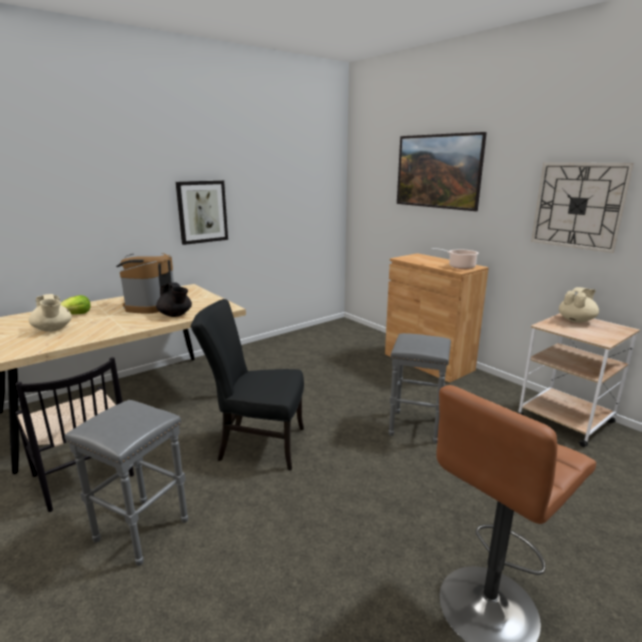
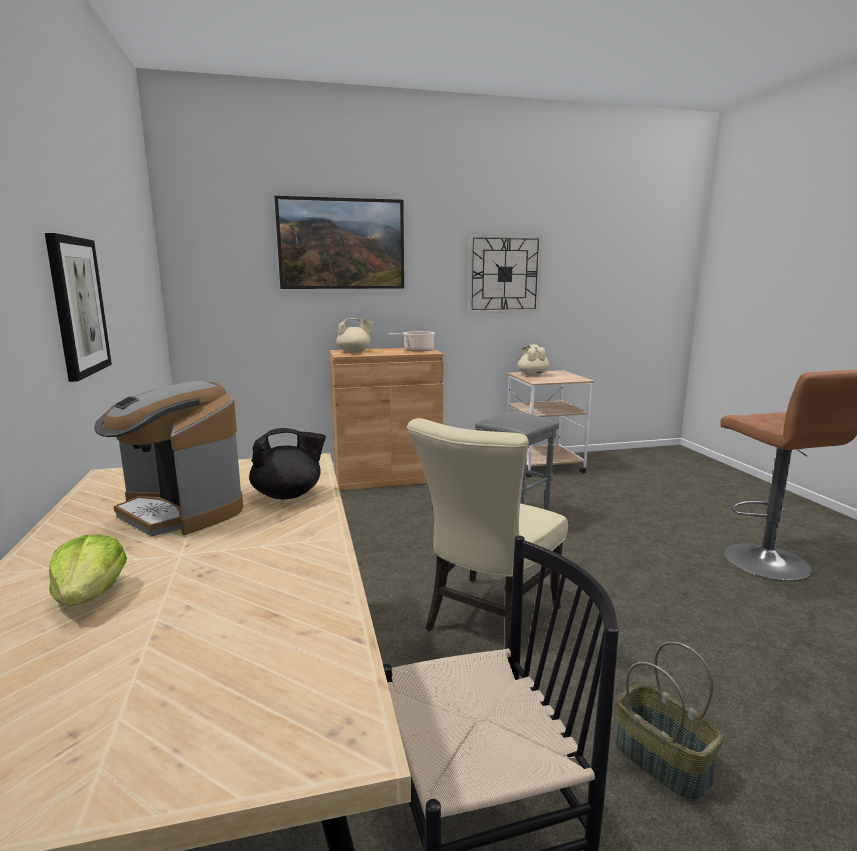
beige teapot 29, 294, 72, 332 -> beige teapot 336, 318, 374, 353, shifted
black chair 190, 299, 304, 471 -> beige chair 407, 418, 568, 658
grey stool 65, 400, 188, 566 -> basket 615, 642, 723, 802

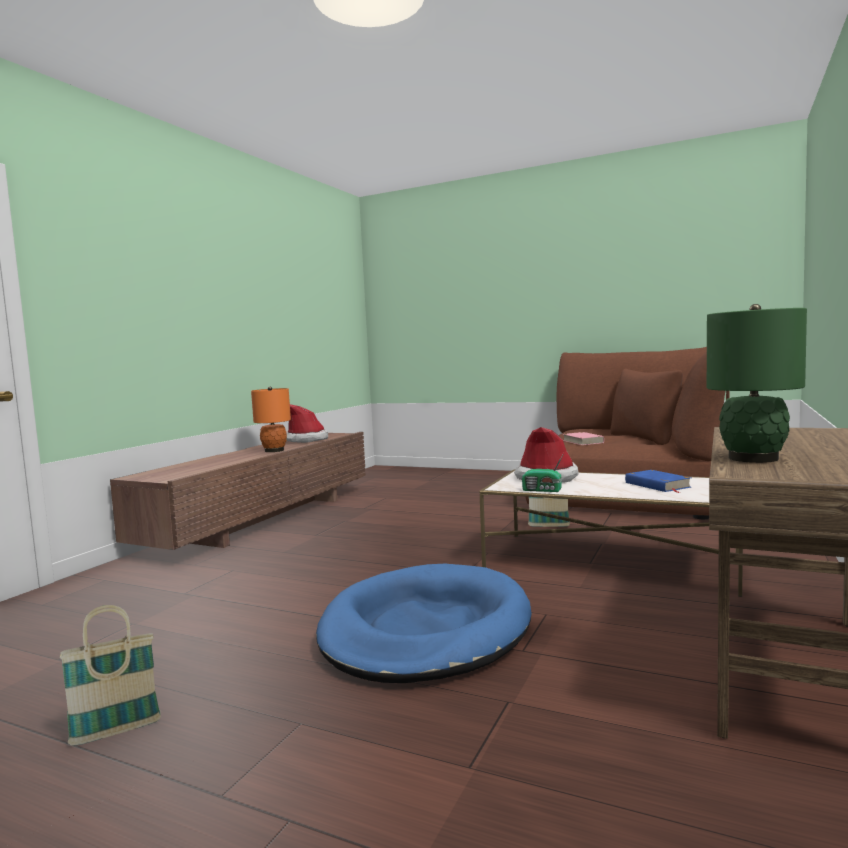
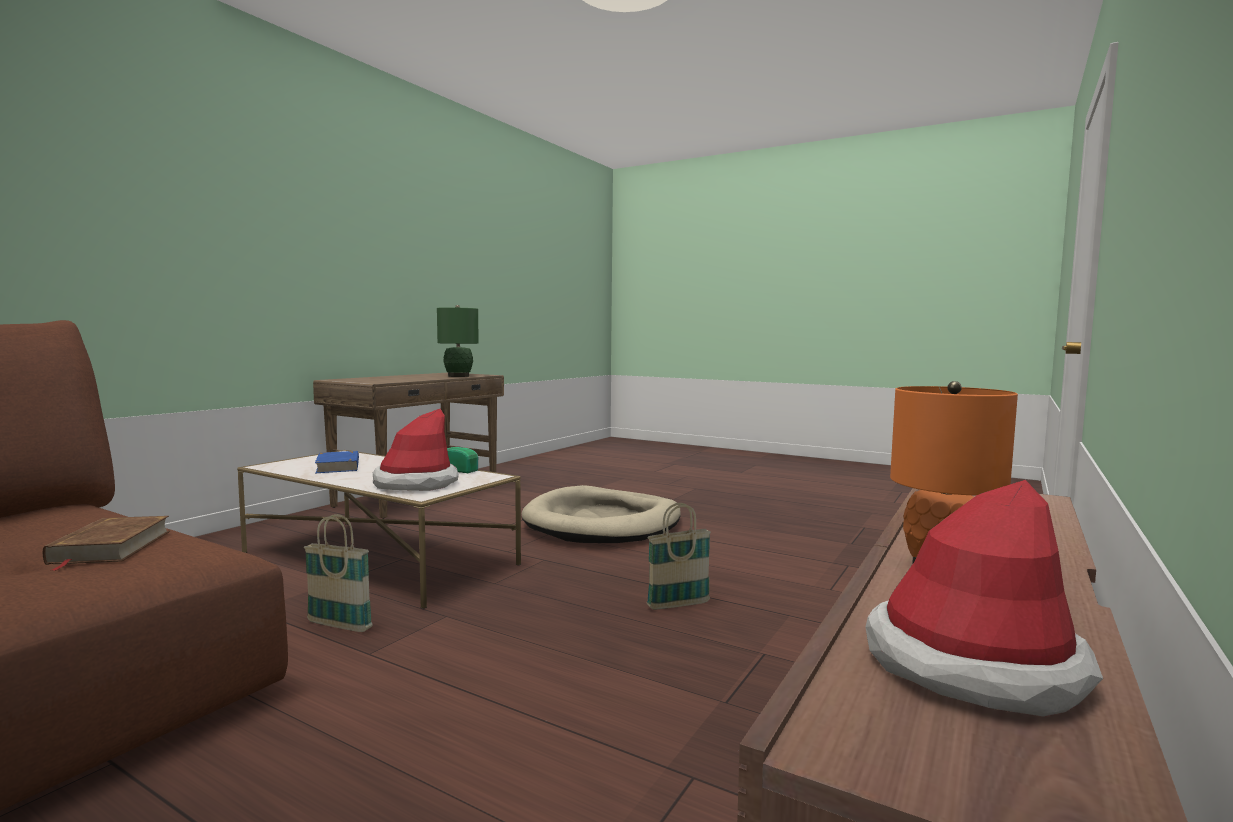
pink book 563, 432, 604, 445 -> brown book 43, 516, 170, 571
blue dog bed 316, 564, 532, 683 -> beige dog bed 521, 485, 681, 543
basket 60, 605, 161, 745 -> basket 647, 503, 711, 609, shifted

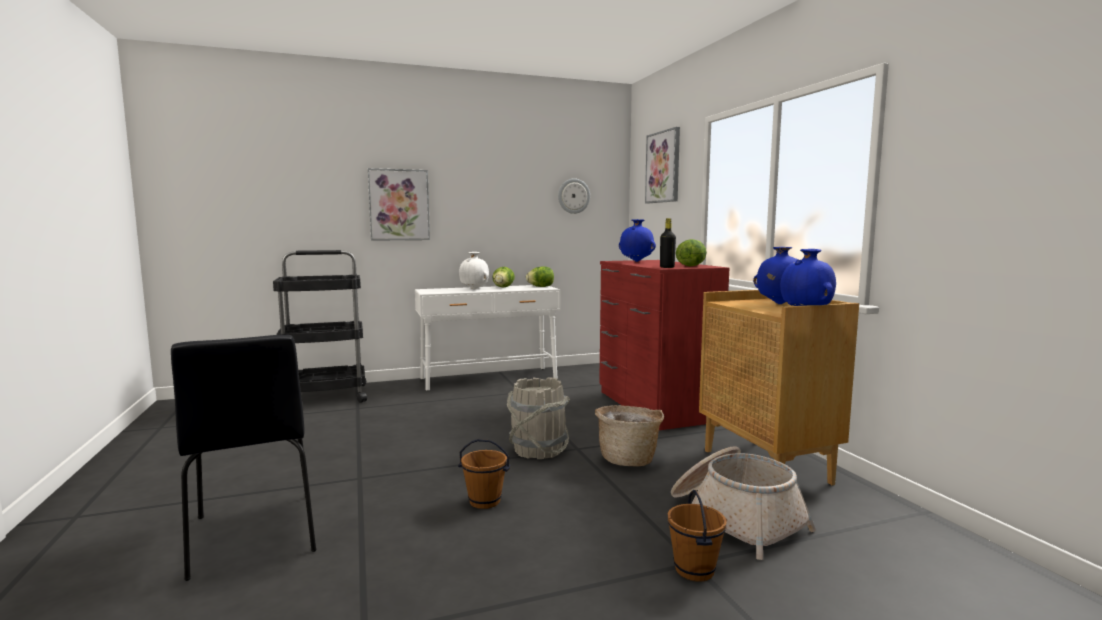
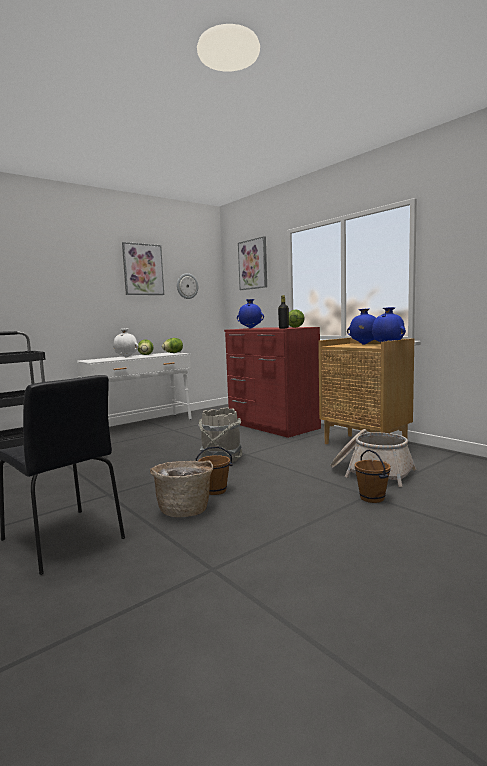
picture 368, 168, 430, 241 -> picture 122, 242, 164, 295, shifted
basket 595, 405, 664, 467 -> basket 150, 460, 213, 517, shifted

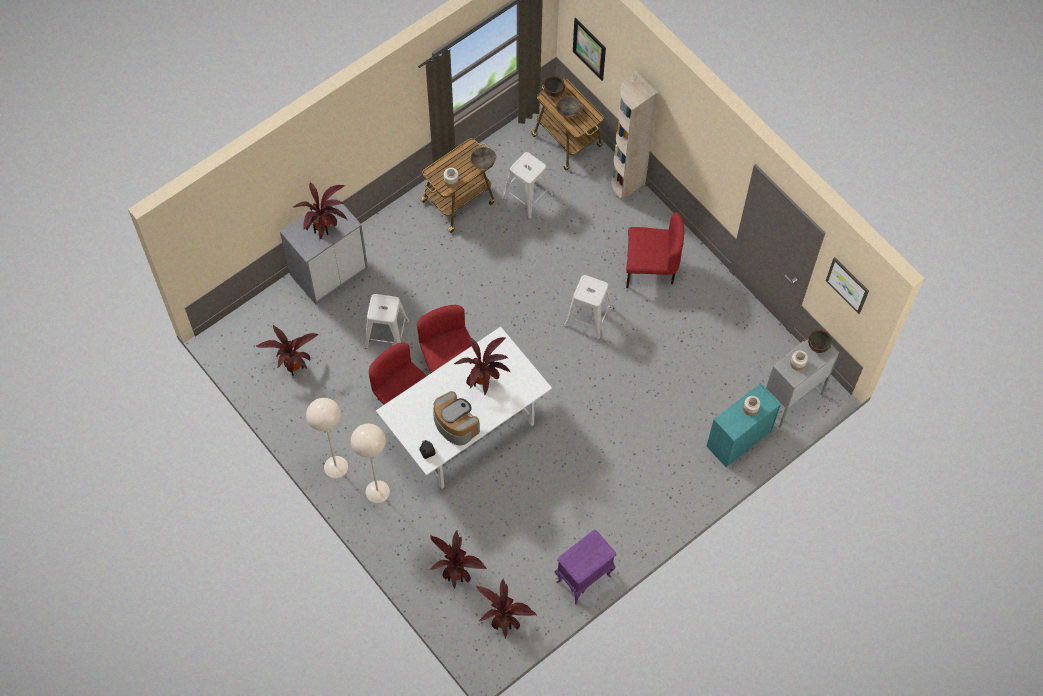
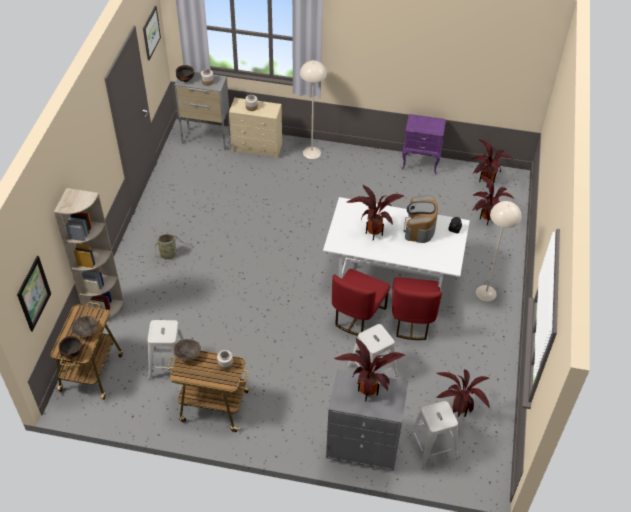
red chair 626, 213, 684, 288 -> basket 152, 234, 191, 264
white stool 564, 275, 613, 339 -> white stool 407, 401, 458, 469, shifted
turquoise dresser 707, 383, 781, 468 -> beige dresser 229, 97, 282, 159
beige floor lamp 306, 398, 348, 478 -> beige floor lamp 300, 60, 327, 159, shifted

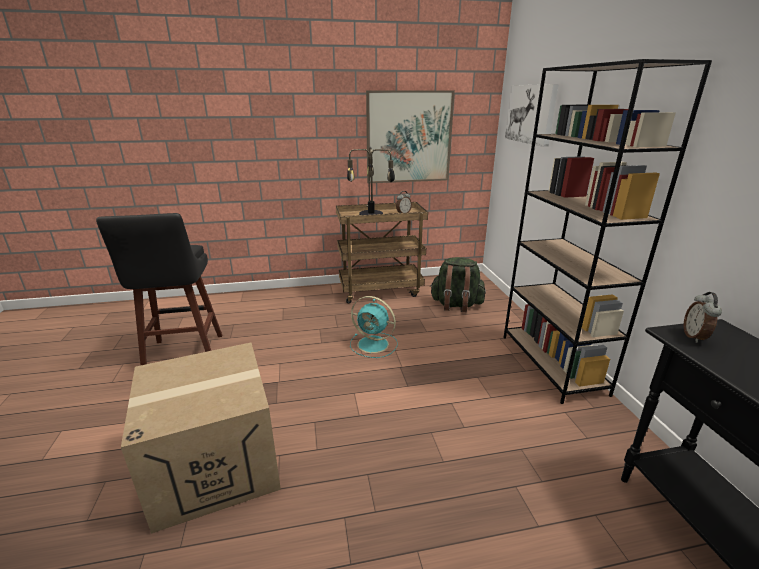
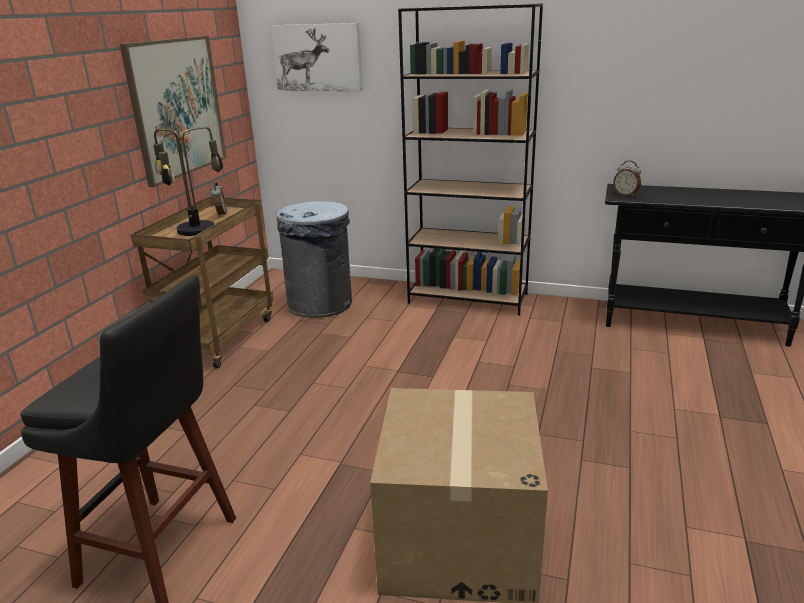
green backpack 430, 257, 486, 312 -> grey trash can 276, 201, 352, 318
turquoise fan 350, 296, 398, 358 -> none

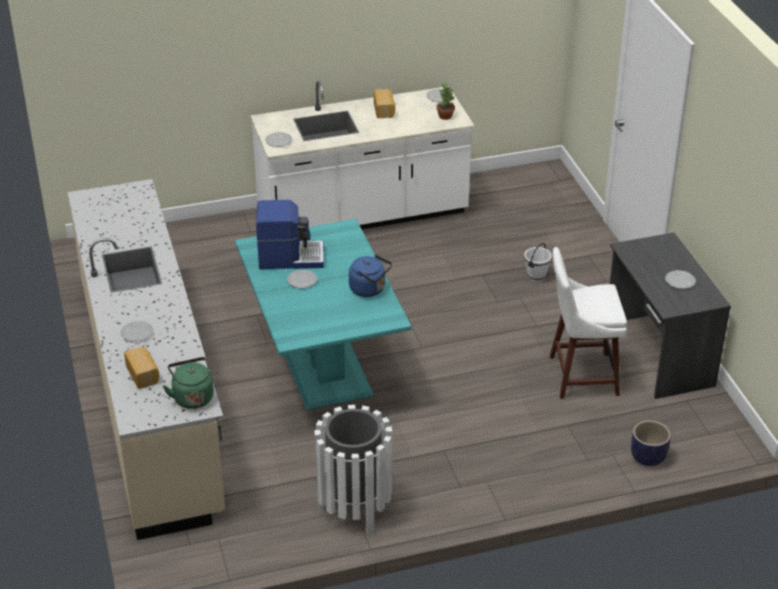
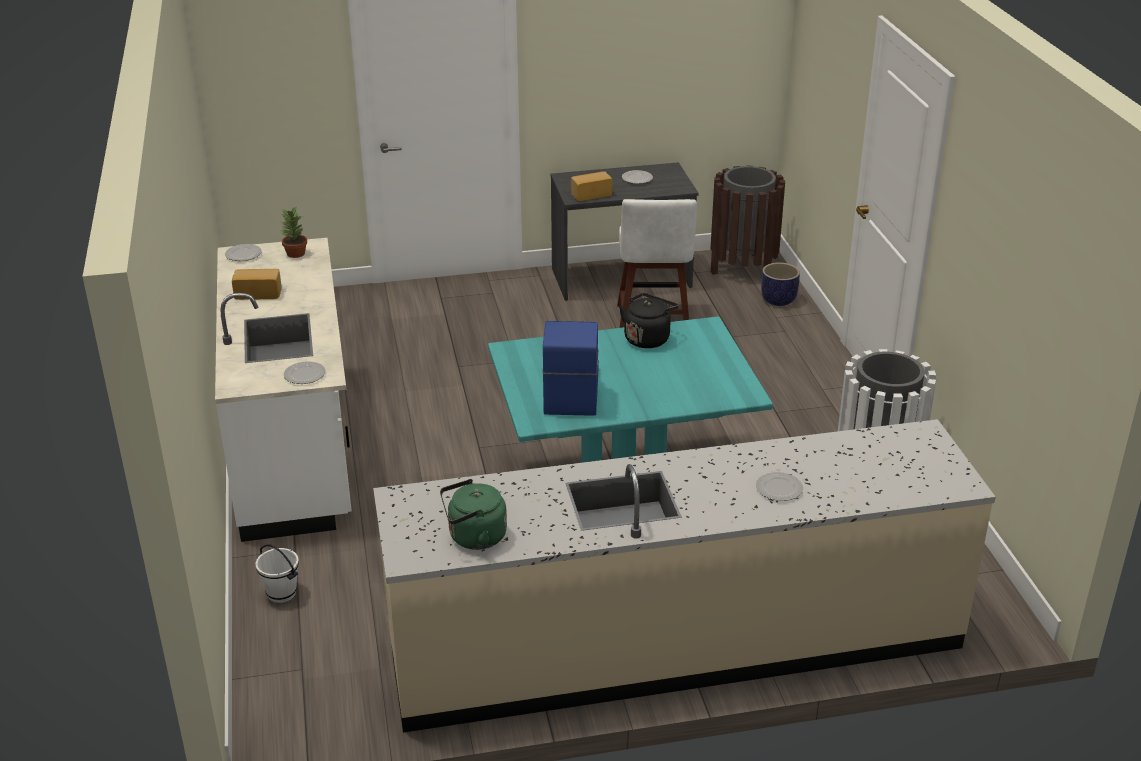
white bucket 524, 243, 552, 282 -> white bucket 255, 544, 299, 603, shifted
blue kettle 349, 254, 392, 297 -> black kettle 619, 293, 679, 348
plate 287, 270, 317, 288 -> none
bread 124, 346, 159, 389 -> bread 571, 171, 612, 201, shifted
green kettle 163, 357, 214, 409 -> green kettle 440, 479, 507, 550, shifted
none -> brown trash can 710, 165, 785, 275

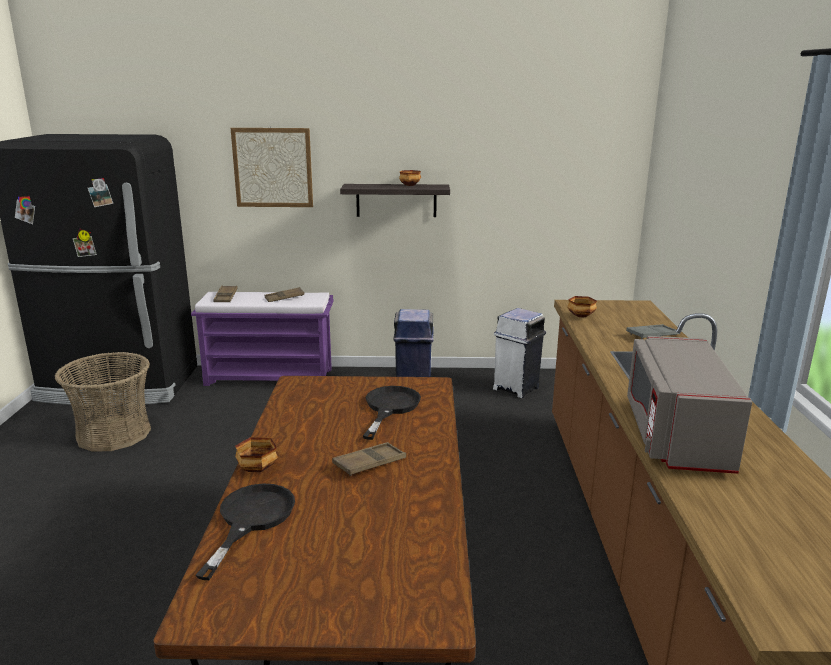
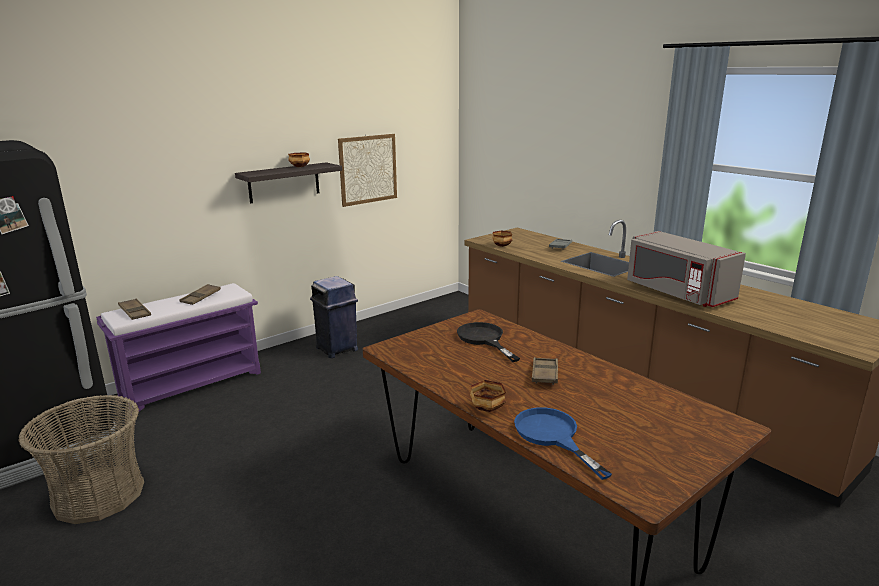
picture 231, 126, 313, 207 -> picture 338, 134, 397, 207, shifted
white trash can 493, 308, 546, 398 -> none
black frying pan 196, 484, 295, 580 -> blue frying pan 514, 407, 612, 480

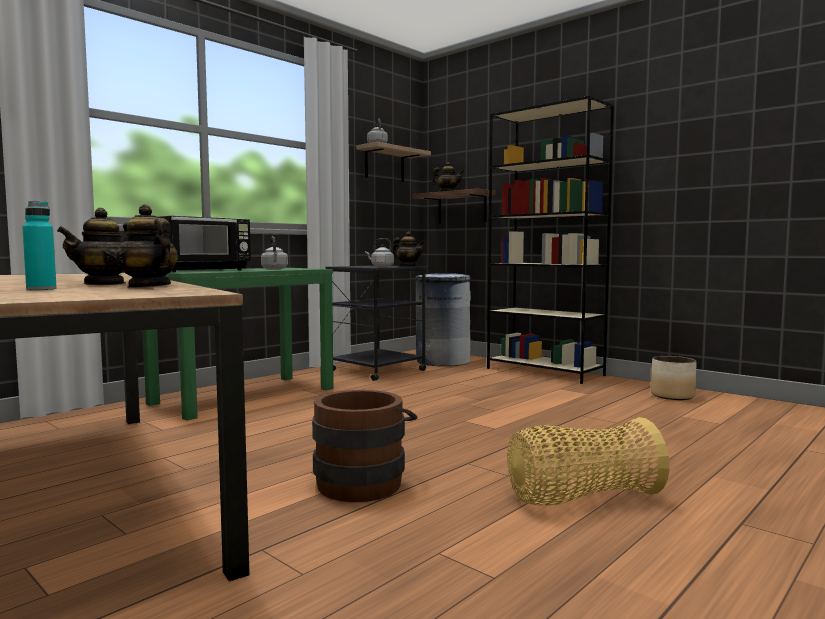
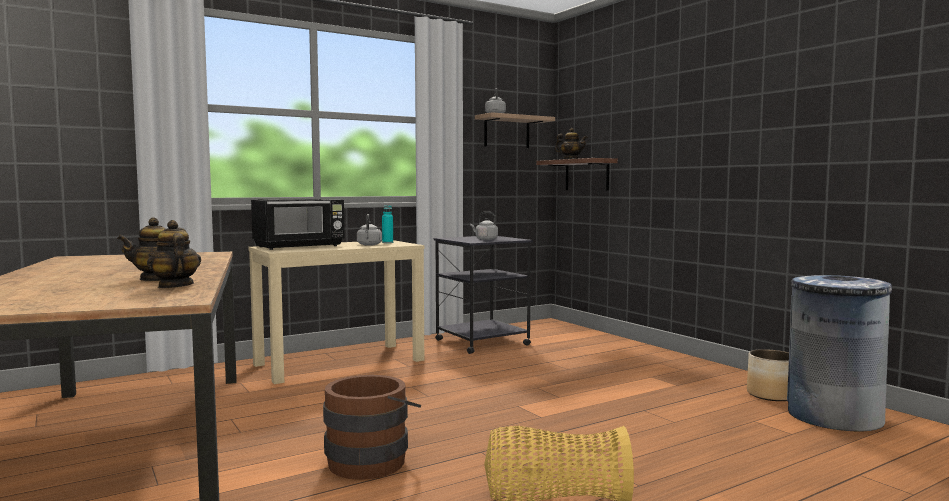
beige bookcase 487, 96, 614, 384 -> none
turquoise bottle 22, 201, 57, 290 -> turquoise bottle 382, 205, 393, 243, shifted
teapot 392, 232, 425, 266 -> none
green console table 143, 268, 334, 421 -> beige console table 248, 240, 424, 384
grey trash can 415, 273, 471, 366 -> grey trash can 787, 275, 892, 431, shifted

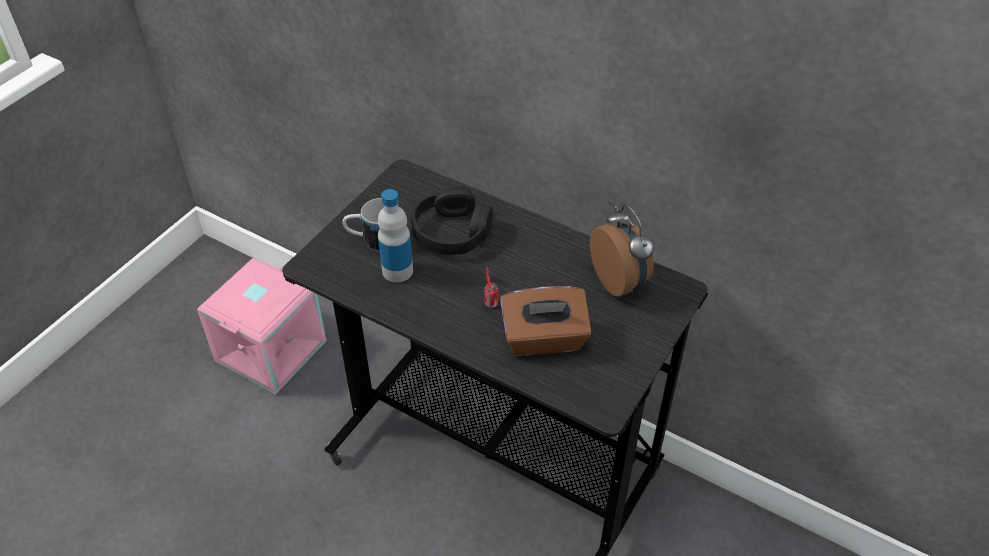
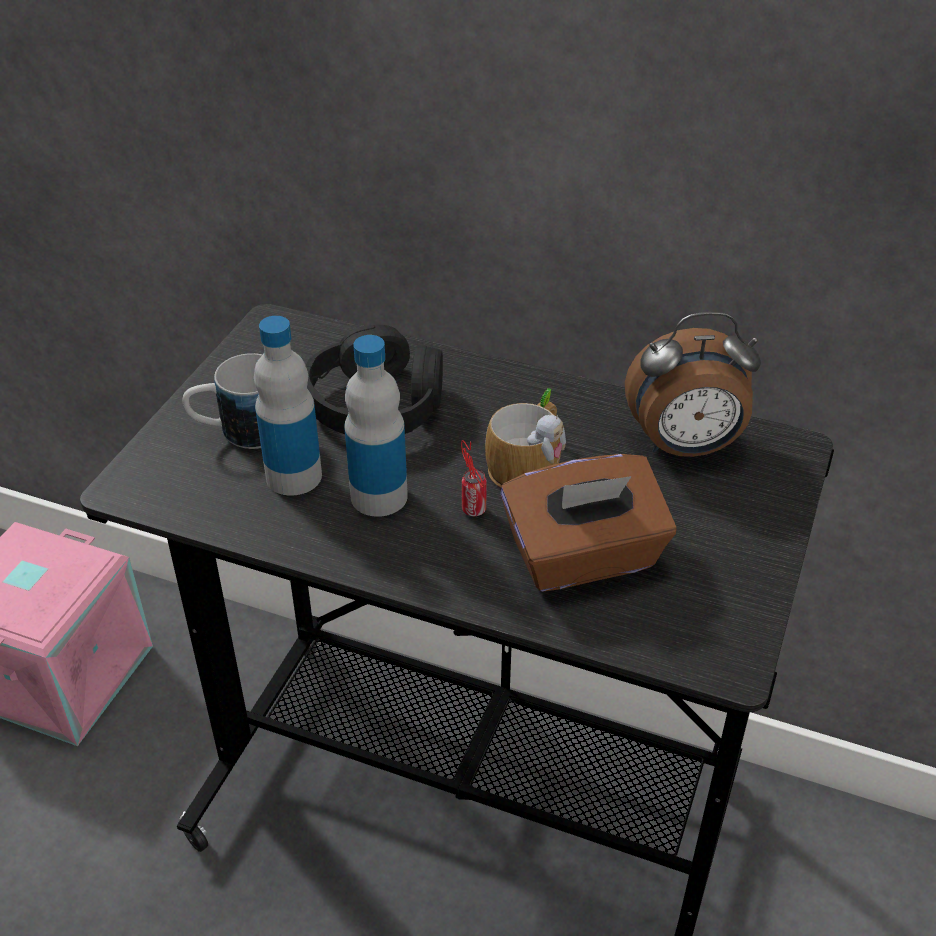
alarm clock 590, 204, 654, 297 -> alarm clock 625, 312, 761, 457, 120 degrees clockwise
none -> bottle 345, 335, 408, 517
none -> mug 485, 388, 566, 488

